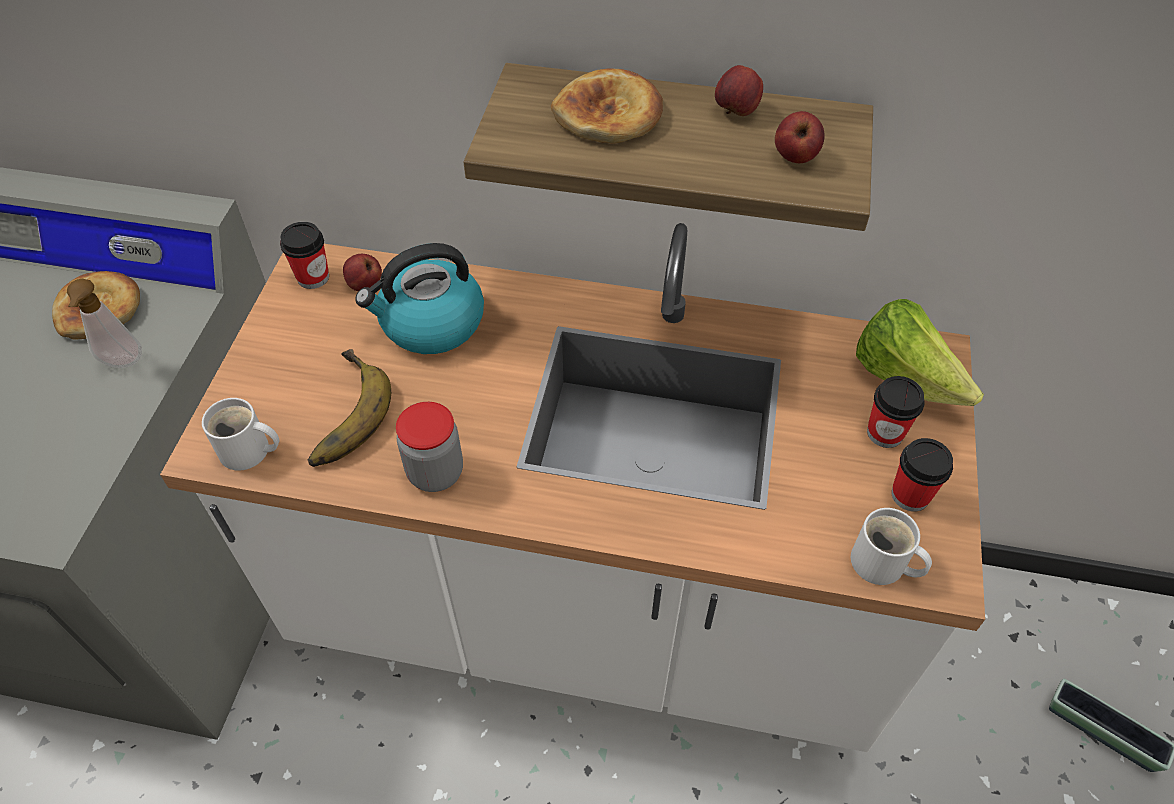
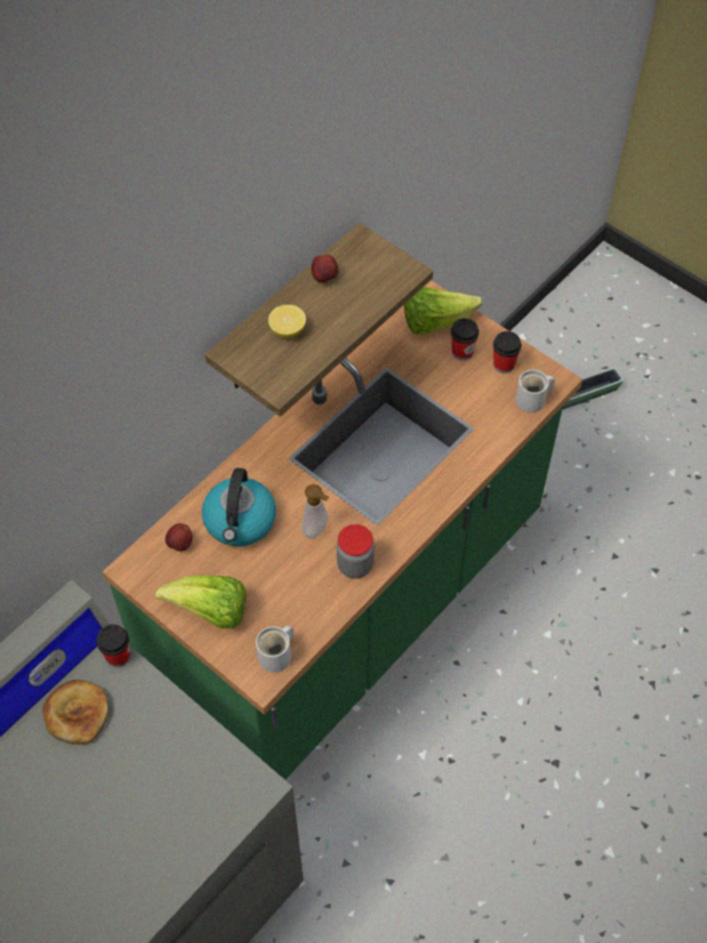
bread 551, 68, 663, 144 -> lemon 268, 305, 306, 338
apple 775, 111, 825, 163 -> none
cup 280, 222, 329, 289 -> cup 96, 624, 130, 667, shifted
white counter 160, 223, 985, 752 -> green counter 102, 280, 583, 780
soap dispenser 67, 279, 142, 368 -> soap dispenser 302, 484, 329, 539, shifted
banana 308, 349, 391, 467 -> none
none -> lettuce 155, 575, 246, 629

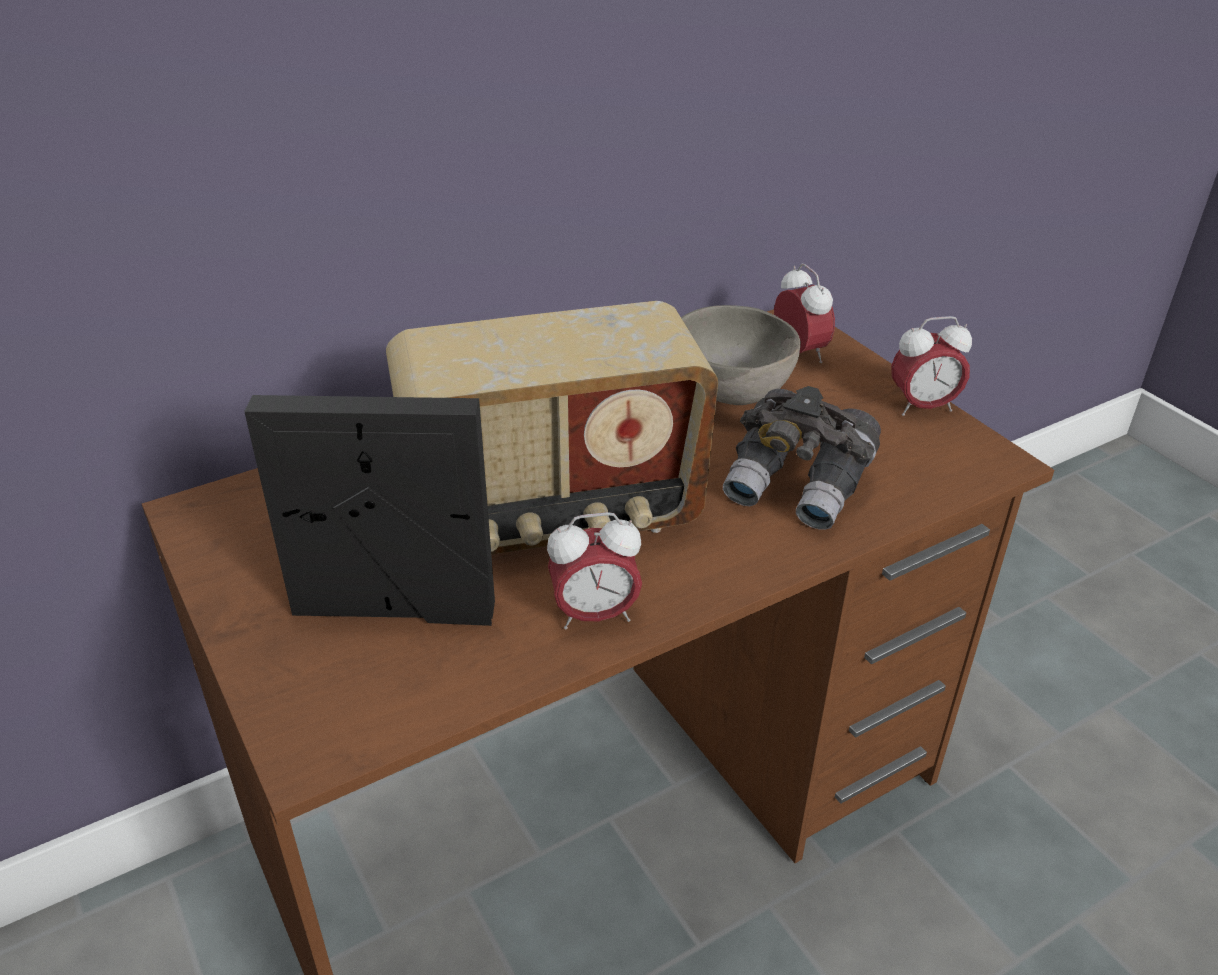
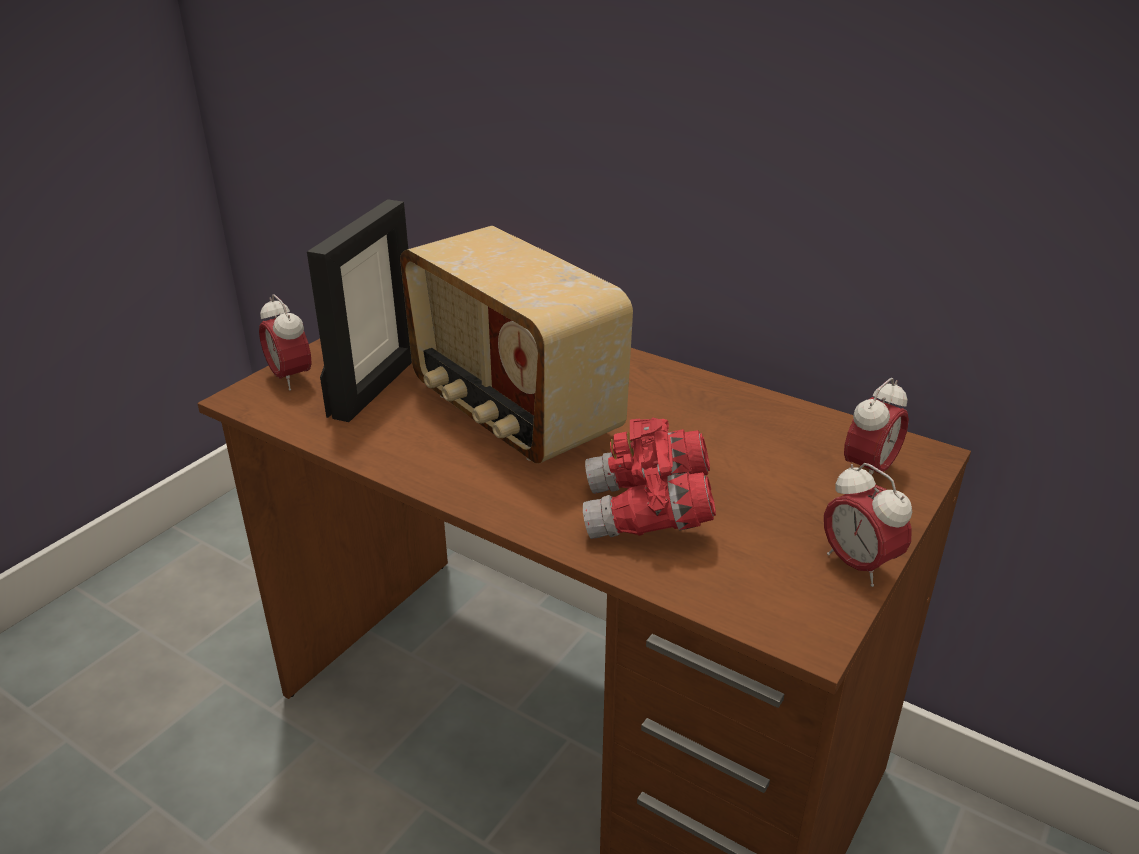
grey bowl 681, 305, 801, 405 -> none
grey binoculars 723, 386, 881, 530 -> red binoculars 583, 417, 716, 539
picture frame 244, 395, 495, 626 -> picture frame 307, 199, 412, 422, 45 degrees clockwise
alarm clock 547, 512, 642, 630 -> alarm clock 259, 294, 312, 391, shifted

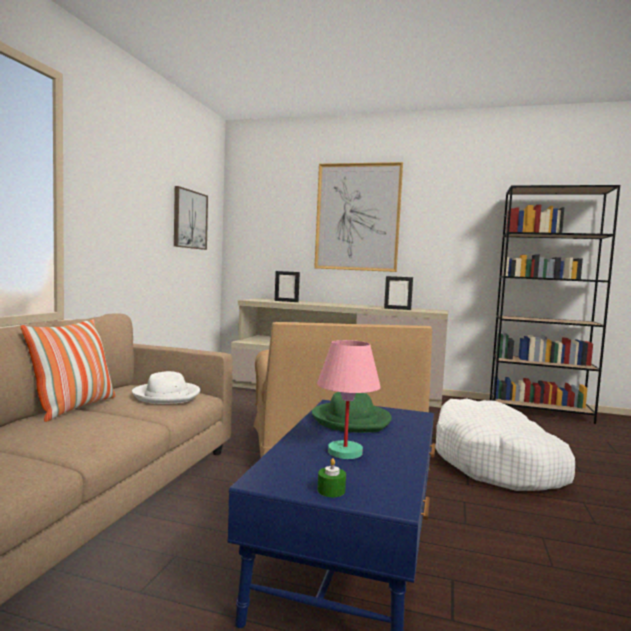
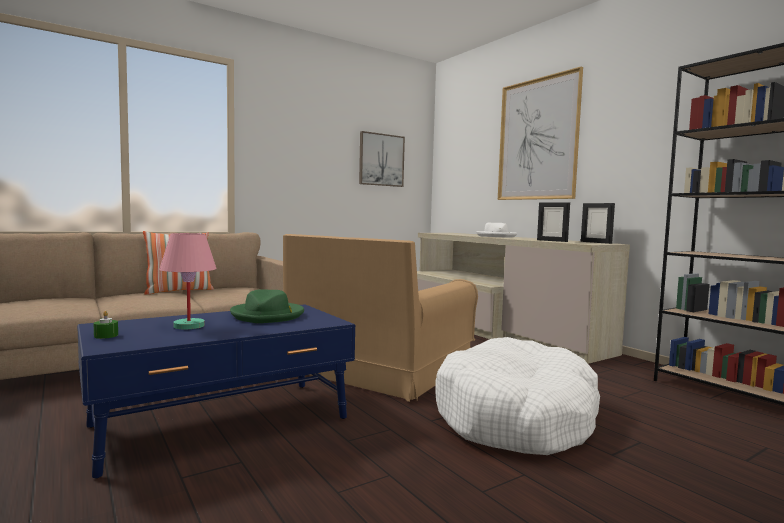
picture frame 275, 271, 300, 302 -> picture frame 581, 203, 615, 244, shifted
white hat 132, 371, 200, 404 -> white hat 476, 222, 517, 237, shifted

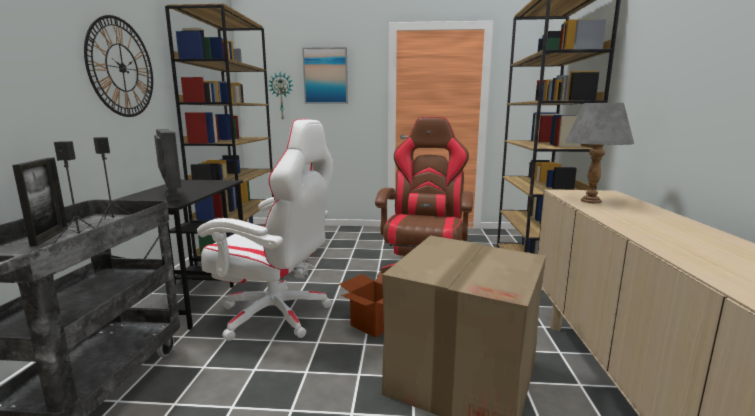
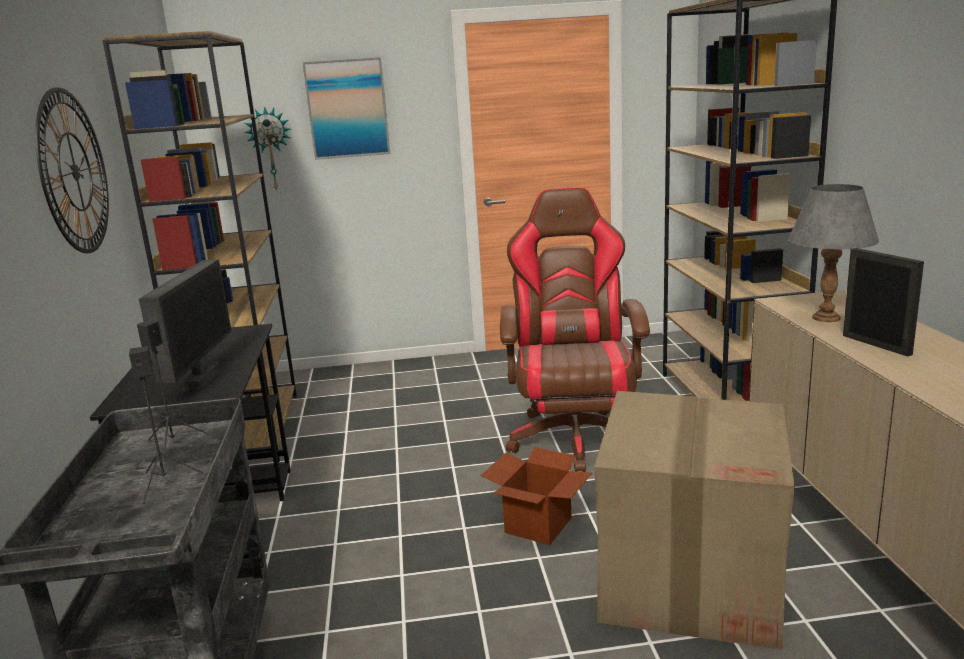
white office chair 197, 119, 333, 341 -> none
monitor 154, 129, 182, 201 -> monitor 139, 259, 232, 391, 45 degrees clockwise
picture frame 12, 158, 68, 247 -> picture frame 843, 248, 924, 357, shifted

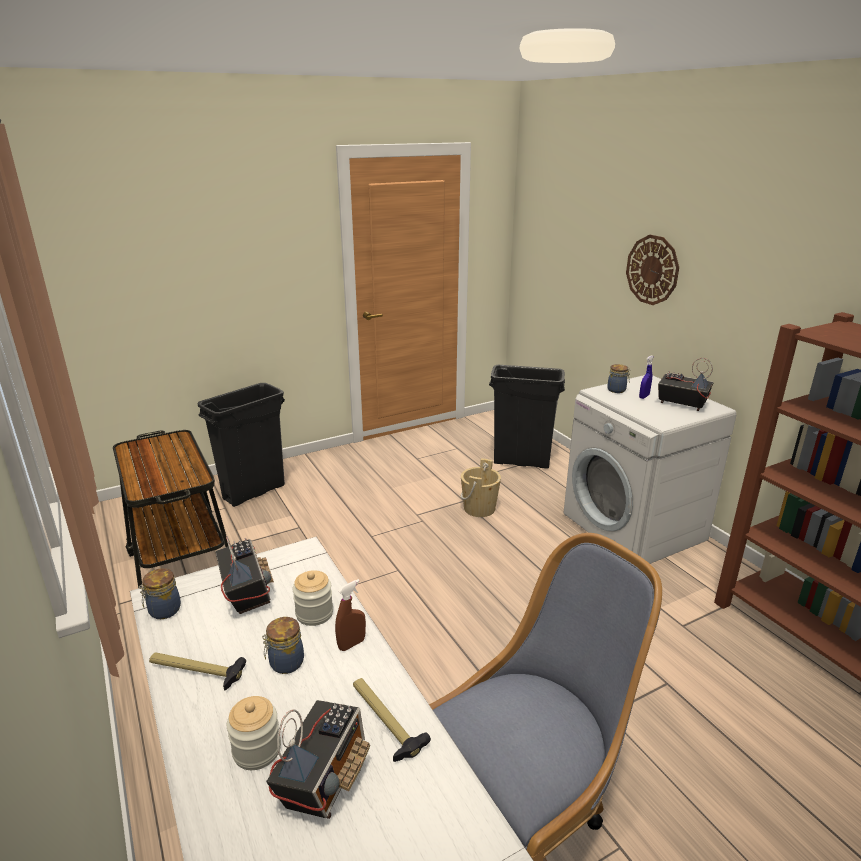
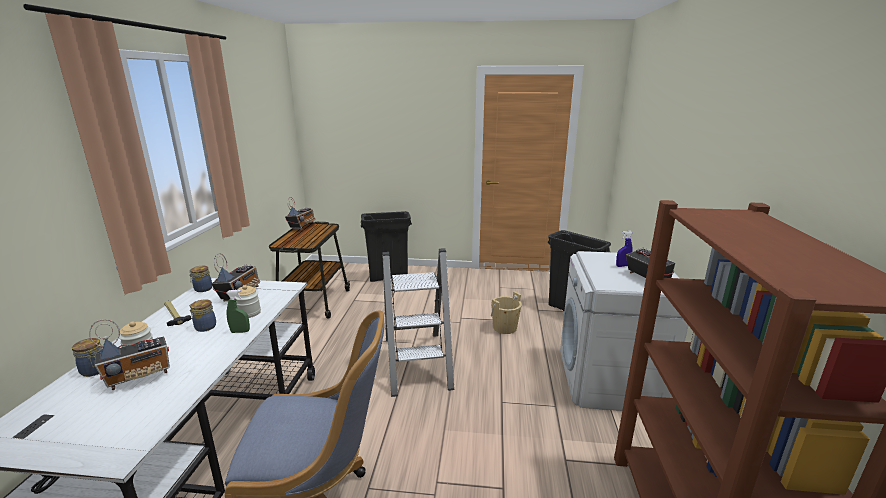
wall clock 626, 235, 679, 305 -> none
jar 607, 364, 631, 393 -> jar 72, 338, 102, 377, shifted
brown spray bottle 335, 579, 366, 651 -> green spray bottle 226, 290, 250, 333
hammer 353, 678, 431, 762 -> none
none -> radio 285, 197, 315, 229
none -> grey step ladder 382, 248, 454, 397

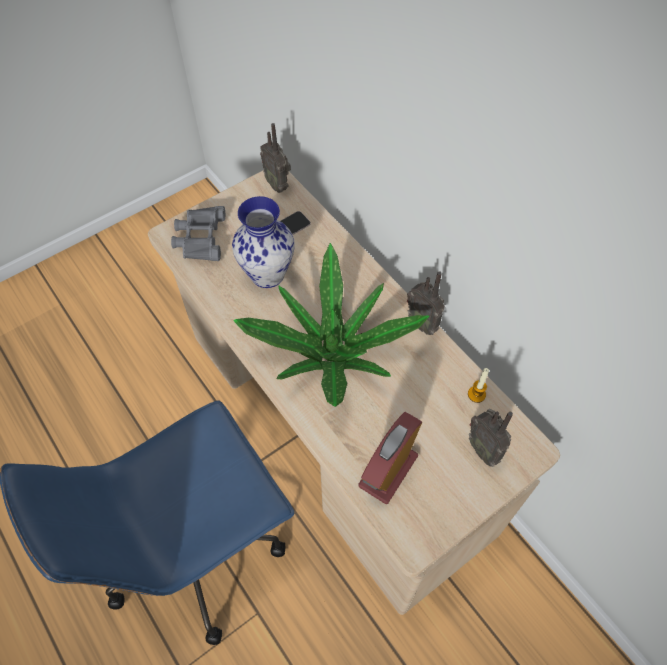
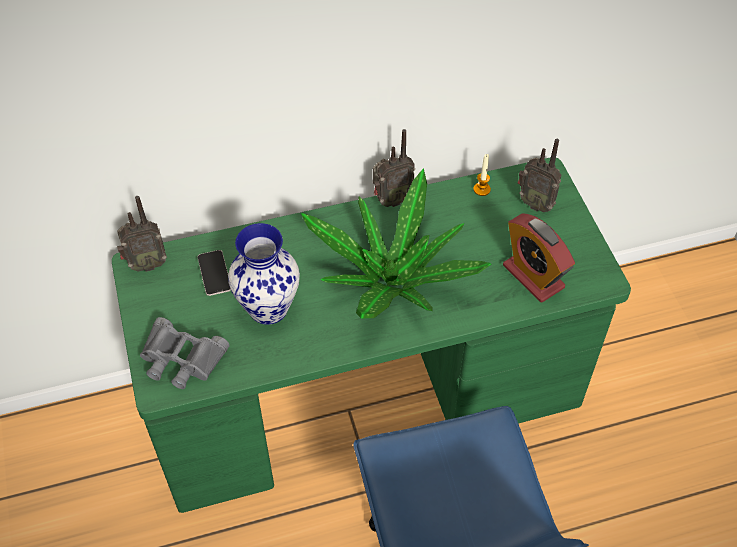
beige desk 148, 170, 560, 615 -> green desk 112, 158, 631, 513
radio 469, 409, 513, 467 -> radio 518, 139, 561, 212, 45 degrees clockwise

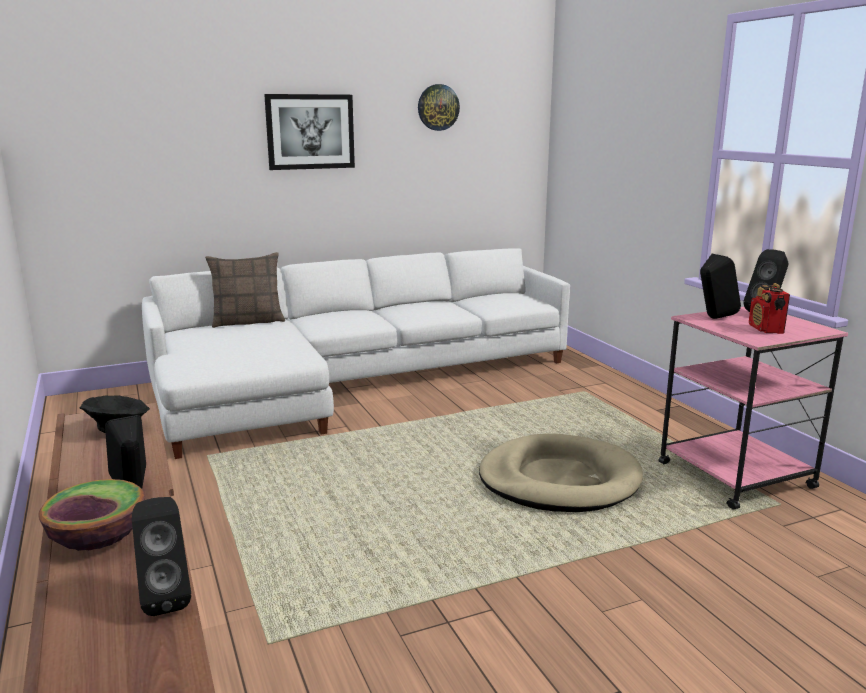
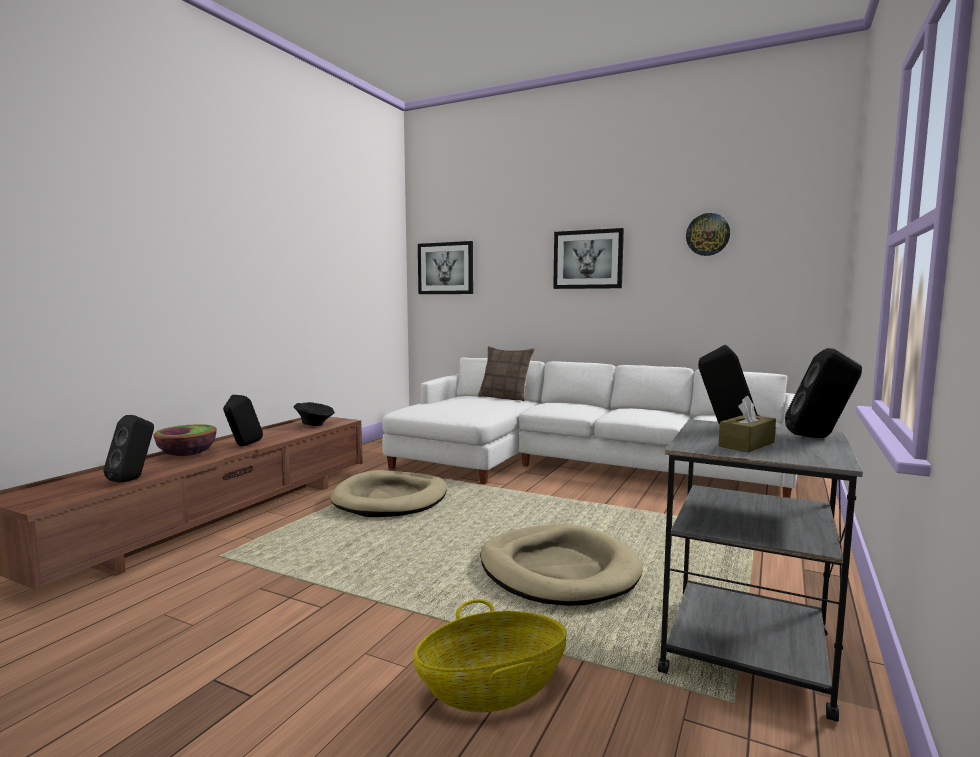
radio 749, 283, 790, 334 -> brown tissue box 718, 396, 776, 452
pink cart 658, 307, 848, 510 -> grey cart 658, 419, 863, 722
none -> picture 418, 241, 473, 294
none -> beige dog bed 330, 470, 447, 517
none -> basket 414, 599, 567, 712

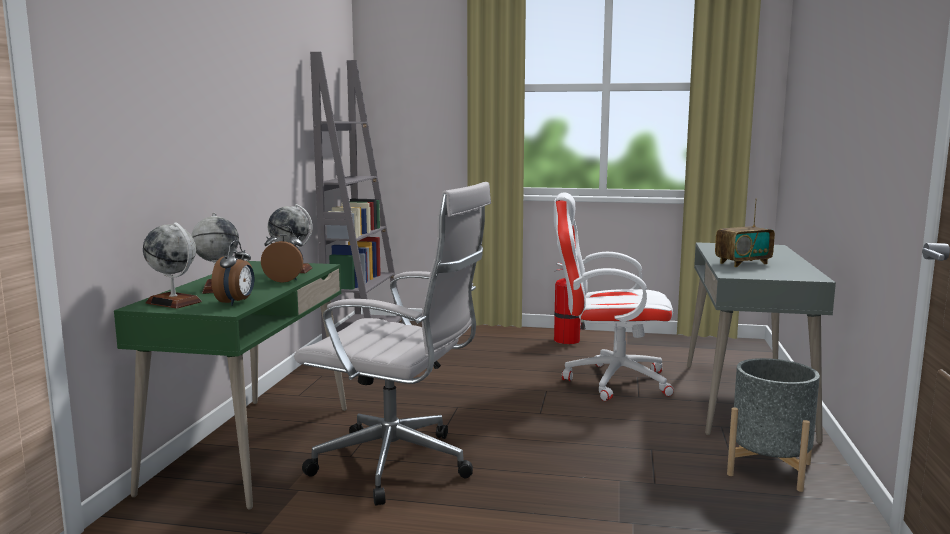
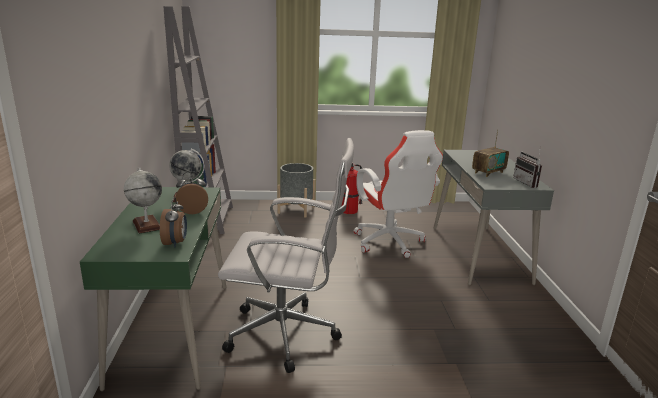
white office chair 554, 192, 674, 401 -> white office chair 354, 130, 443, 258, 105 degrees counterclockwise
globe 143, 222, 202, 309 -> none
grey planter 727, 358, 820, 492 -> grey planter 277, 163, 315, 218, shifted
none -> radio 513, 150, 542, 188

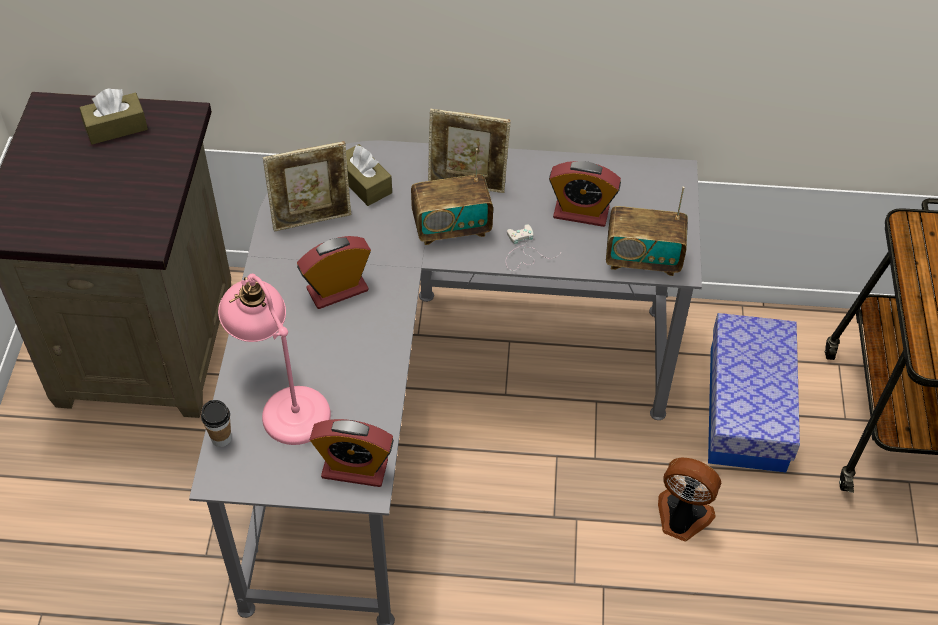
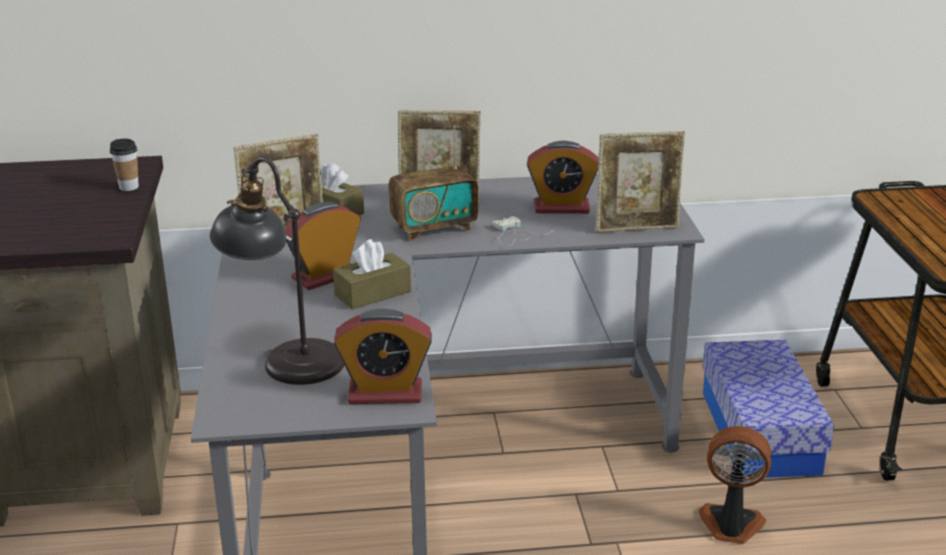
brown tissue box 79, 88, 148, 144 -> brown tissue box 333, 239, 411, 310, shifted
radio 606, 186, 688, 276 -> picture frame 596, 131, 685, 232
pink table lamp 218, 274, 331, 445 -> grey table lamp 210, 157, 344, 385
cup 201, 400, 231, 447 -> cup 110, 138, 139, 191, shifted

